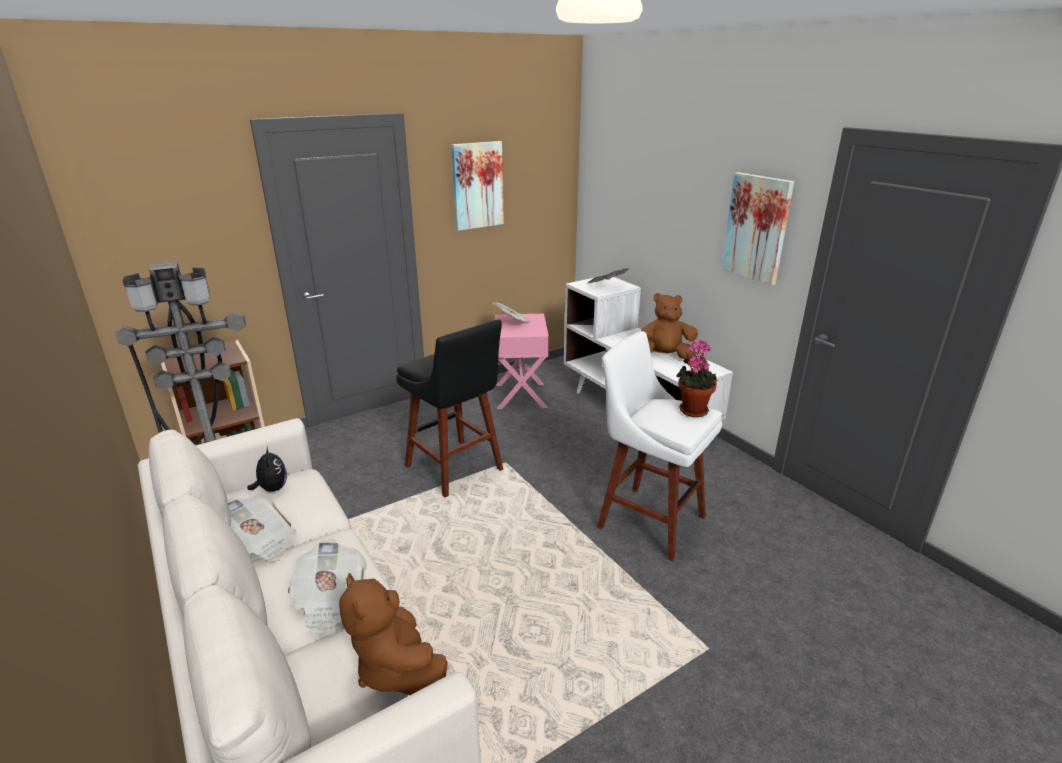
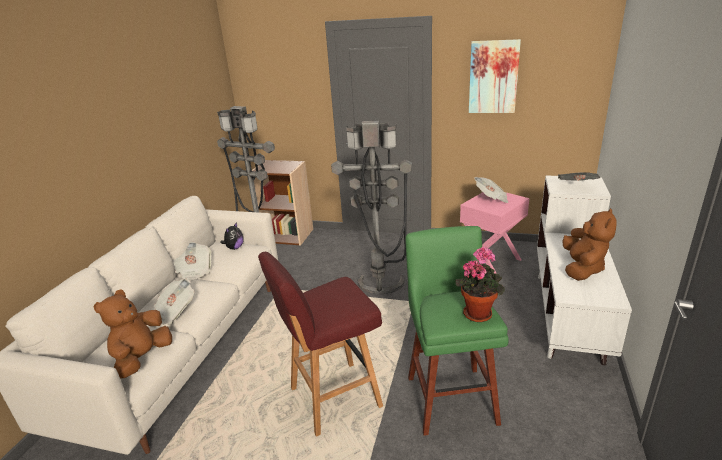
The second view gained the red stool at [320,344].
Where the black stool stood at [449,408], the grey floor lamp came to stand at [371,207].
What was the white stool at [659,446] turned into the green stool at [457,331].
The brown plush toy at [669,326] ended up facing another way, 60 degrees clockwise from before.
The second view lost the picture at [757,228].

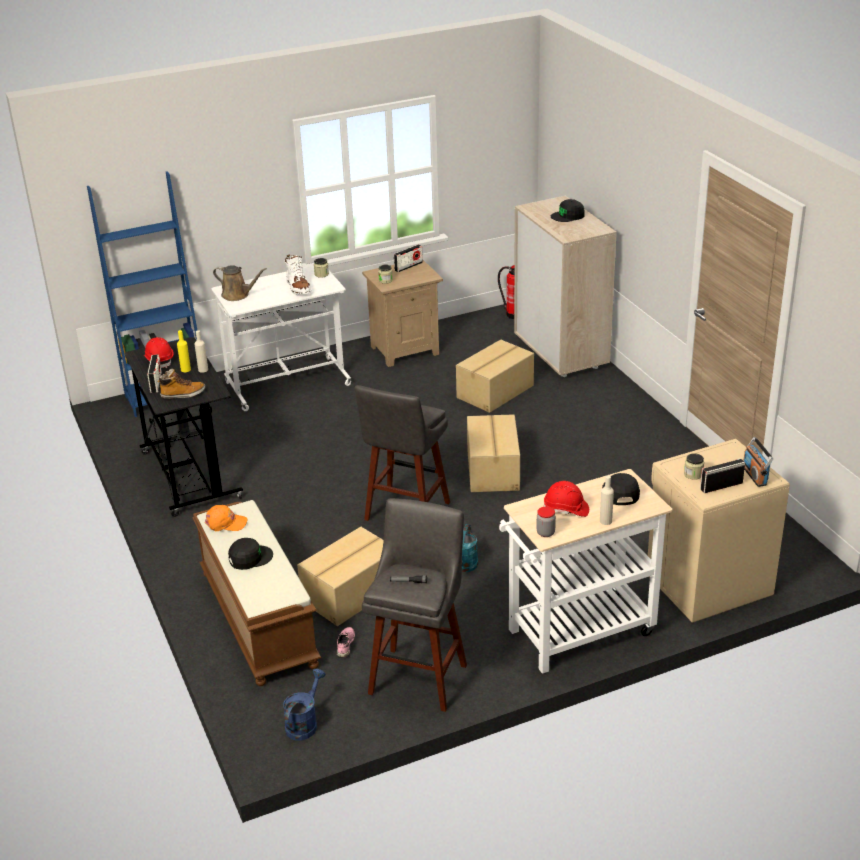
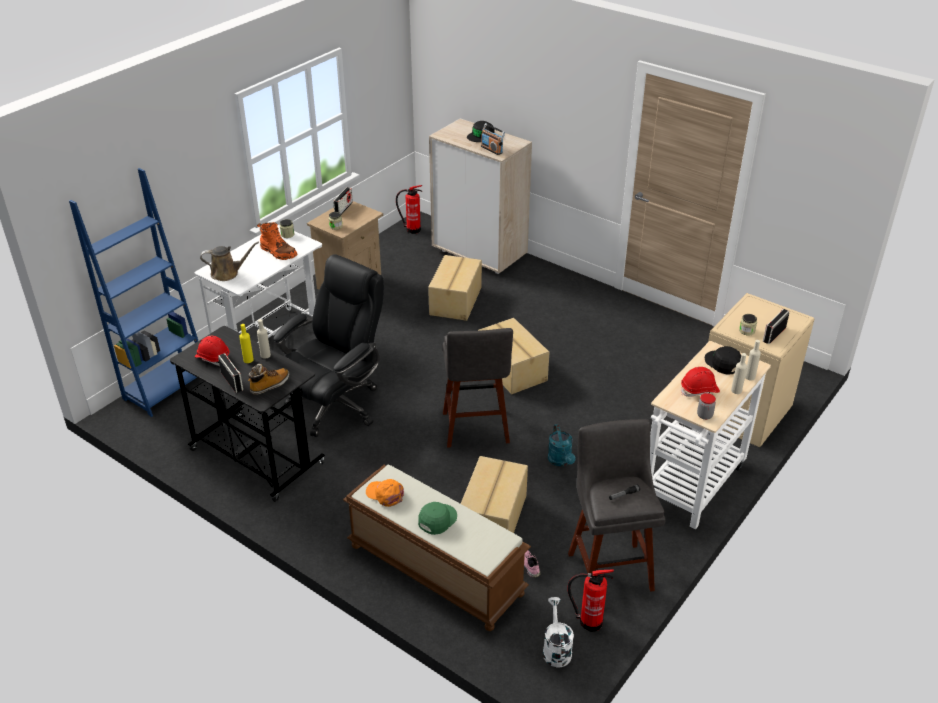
What was the white boot at [298,274] turned into the orange boot at [277,241].
The second view gained the black office chair at [328,345].
The orange cap at [226,518] ended up facing another way, 120 degrees counterclockwise from before.
What was the black cap at [250,554] turned into the green cap at [437,518].
The radio ended up elsewhere, having gone from [758,462] to [493,139].
What was the blue watering can at [304,704] turned into the white watering can at [558,632].
The second view gained the fire extinguisher at [590,601].
The second view gained the beige bottle at [753,360].

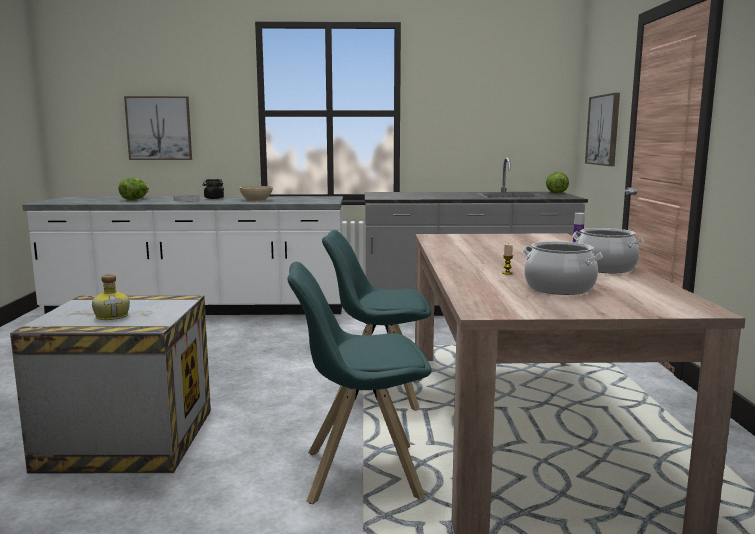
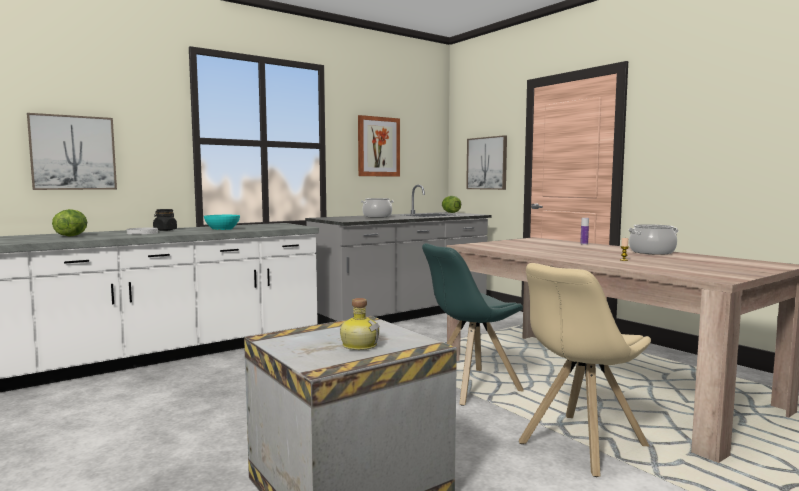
What was the beige bowl at [256,193] turned into the turquoise bowl at [222,222].
The second view gained the picture at [379,146].
The cooking pot ended up elsewhere, having gone from [562,268] to [377,208].
What was the turquoise chair at [359,383] turned into the beige chair at [585,370].

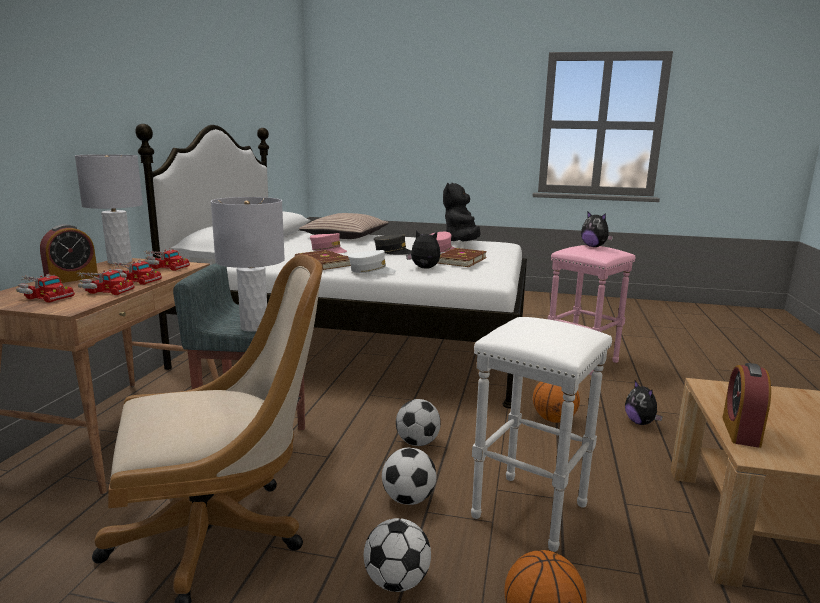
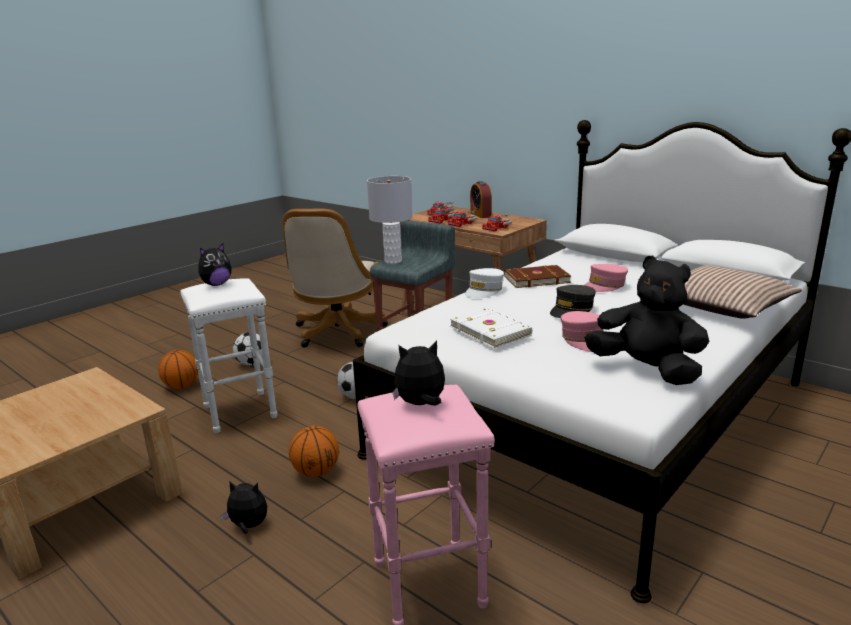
The plush toy ended up elsewhere, having gone from [423,249] to [215,265].
What was the brown book at [462,257] turned into the white book at [490,328].
The second view lost the grey table lamp at [109,209].
The second view lost the football at [409,476].
The second view lost the alarm clock at [746,405].

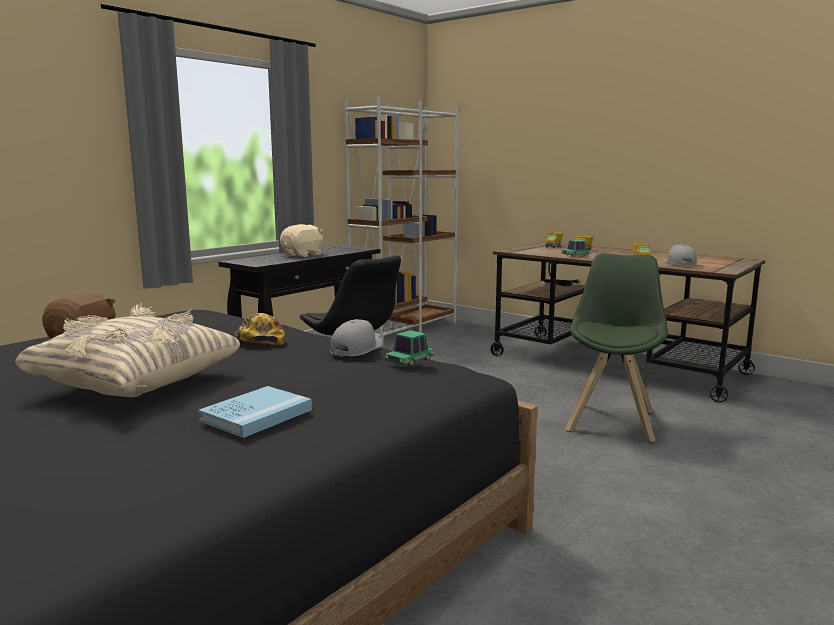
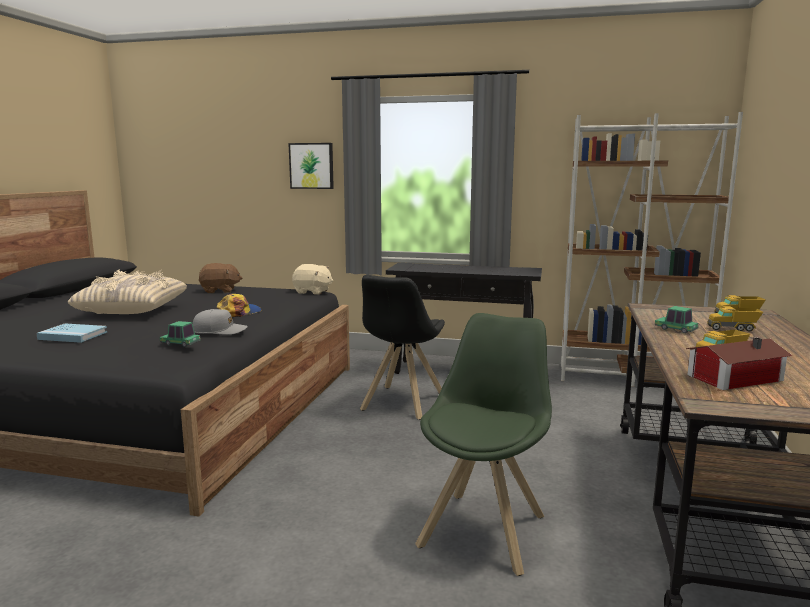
The second view gained the picture at [311,166].
The beige plush toy ended up elsewhere, having gone from [301,241] to [312,279].
The green chair at [616,348] ended up facing another way, 60 degrees counterclockwise from before.
Where the grey cap stood at [681,255], the toy house came to stand at [739,364].

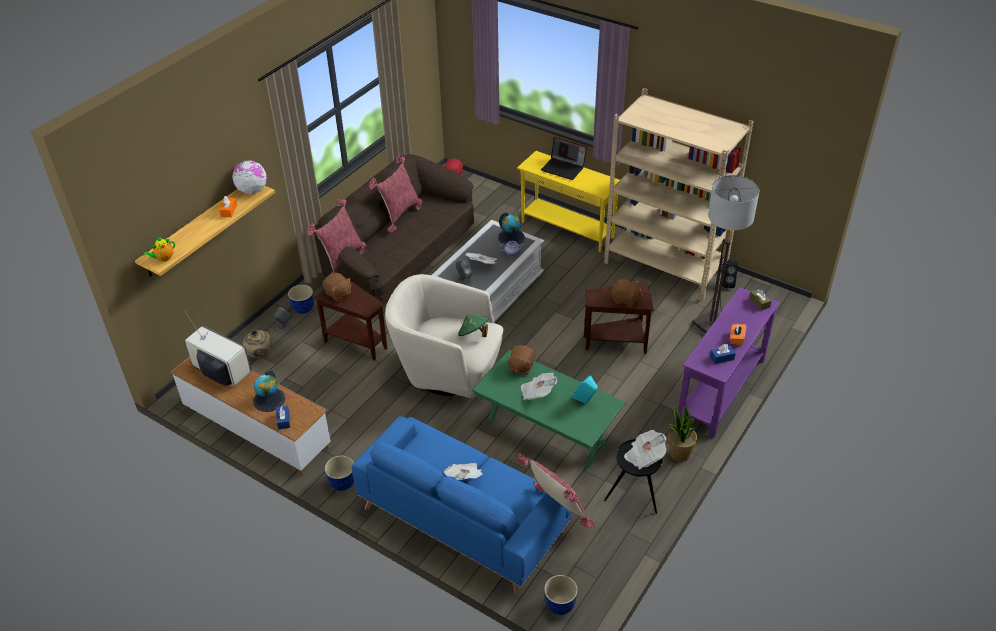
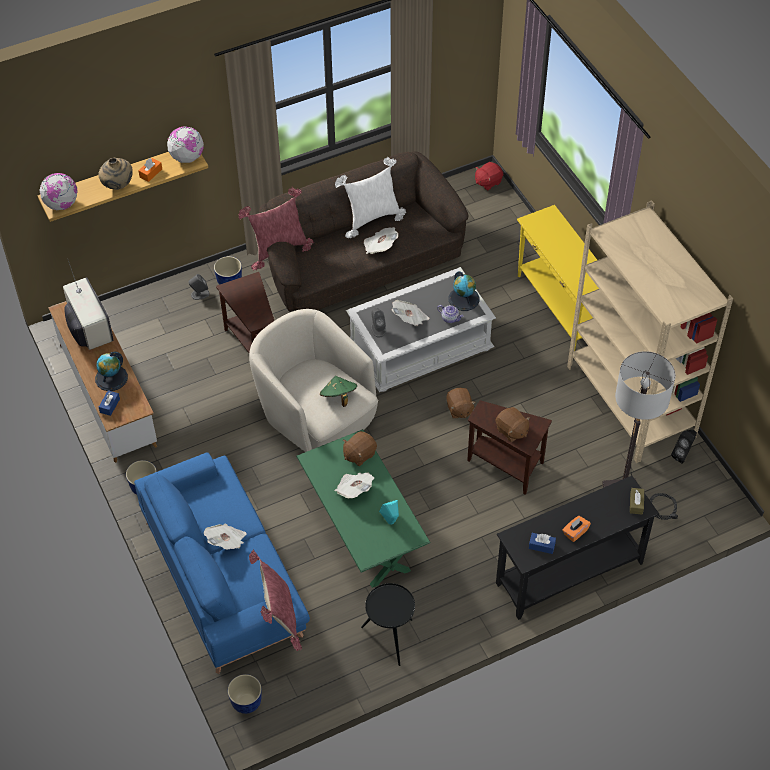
Where the teapot stood at [159,249], the globe came to stand at [58,191].
The beige vase ended up elsewhere, having gone from [257,344] to [115,174].
What was the red pillow at [395,194] turned into the white pillow at [371,198].
The newspaper ended up elsewhere, having gone from [645,449] to [381,240].
The brown plush toy ended up elsewhere, having gone from [337,287] to [461,403].
What was the purple console table at [729,362] turned into the black console table at [577,548].
The second view lost the laptop at [564,158].
The second view lost the potted plant at [682,434].

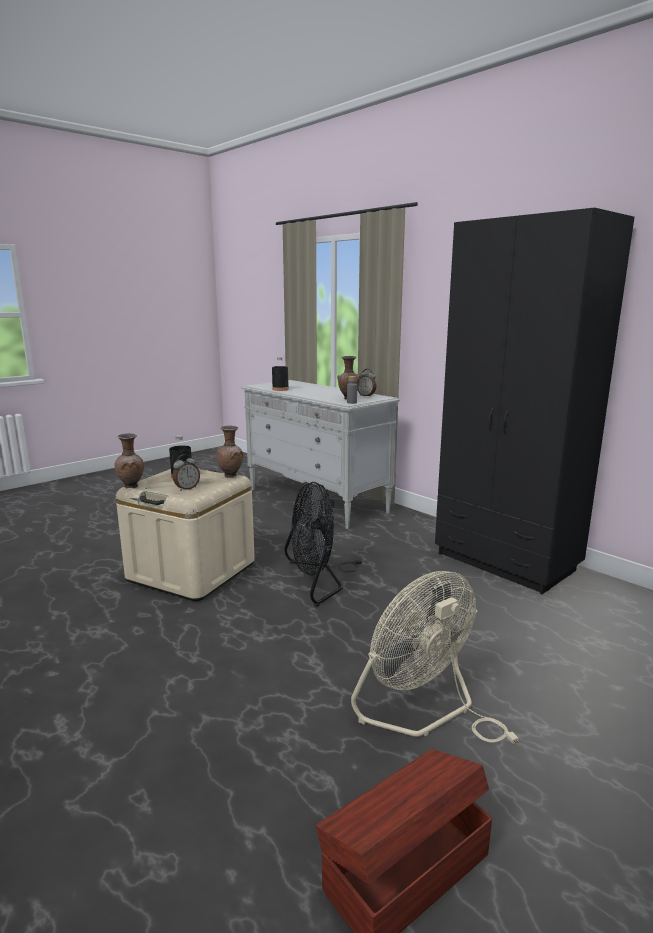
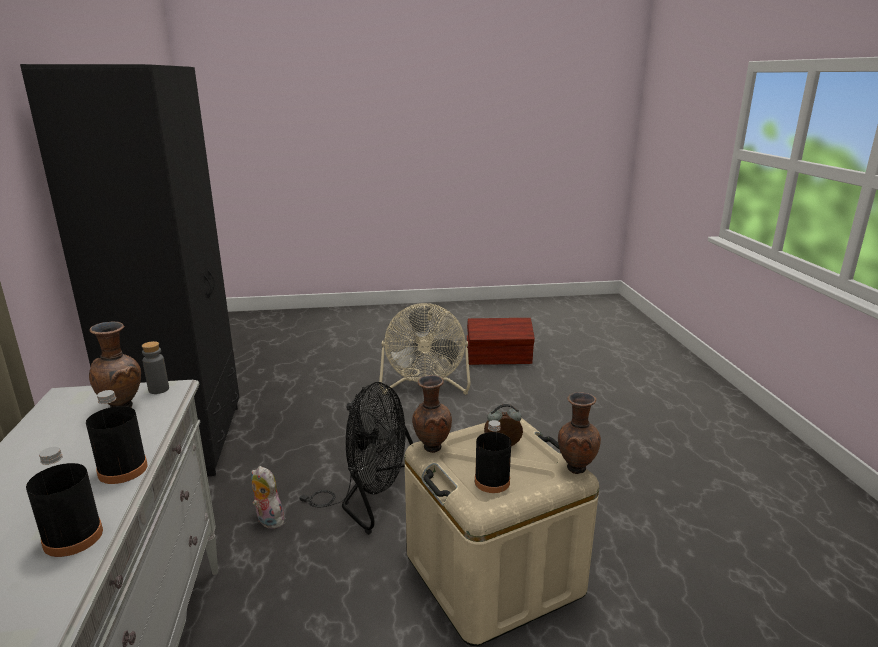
The second view gained the black bottle at [117,437].
The second view gained the plush toy at [267,497].
The second view lost the alarm clock at [367,383].

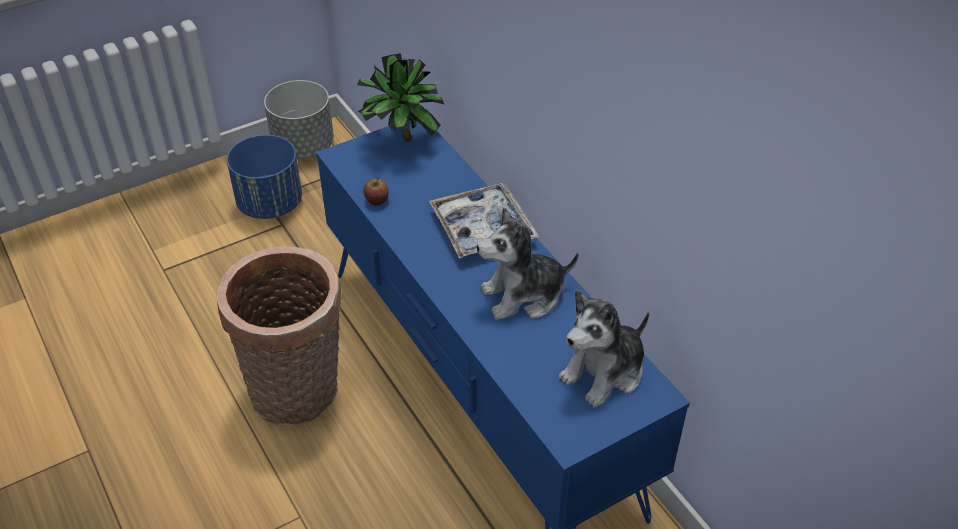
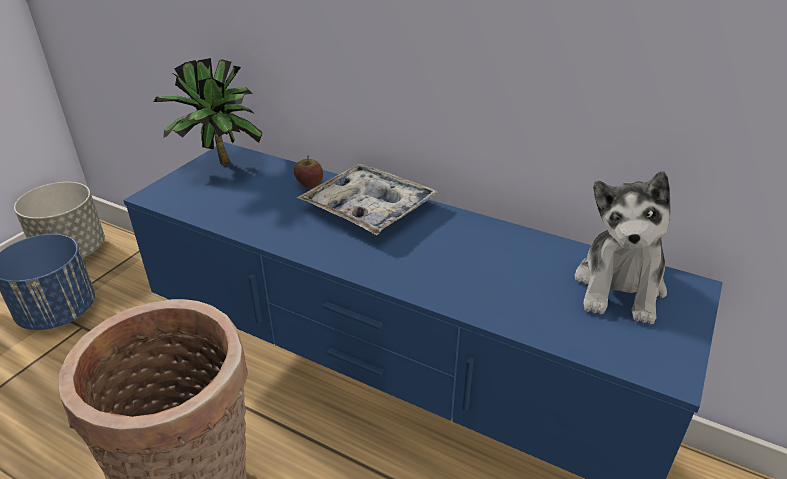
The apple ended up elsewhere, having gone from [375,191] to [308,172].
The second view lost the plush toy at [528,263].

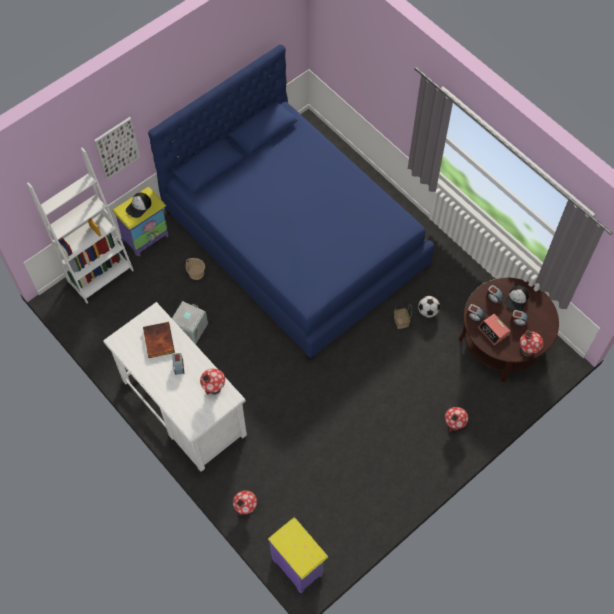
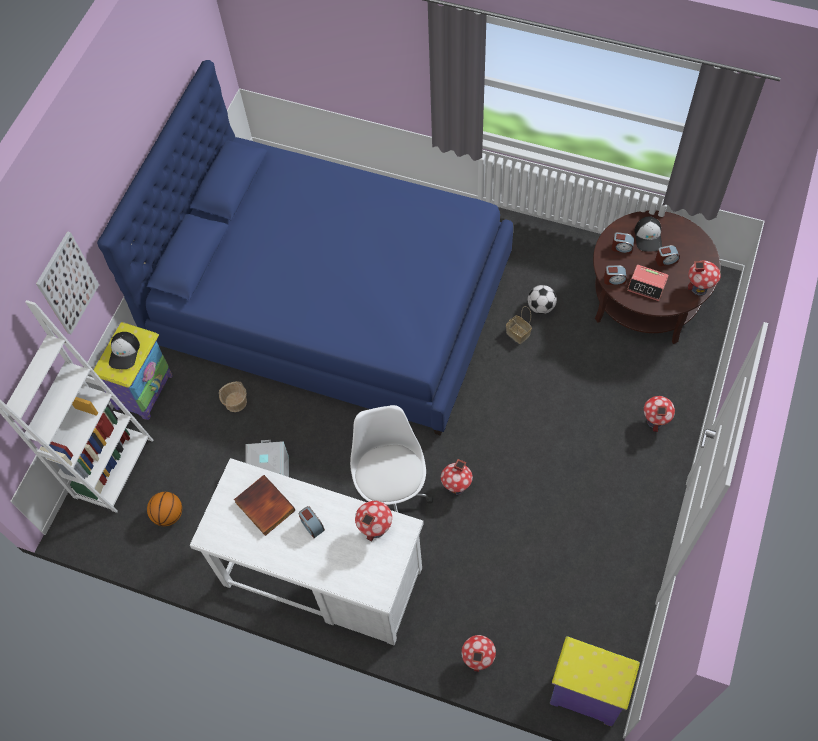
The second view gained the basketball at [164,509].
The second view gained the white office chair at [391,458].
The second view gained the toy house at [457,477].

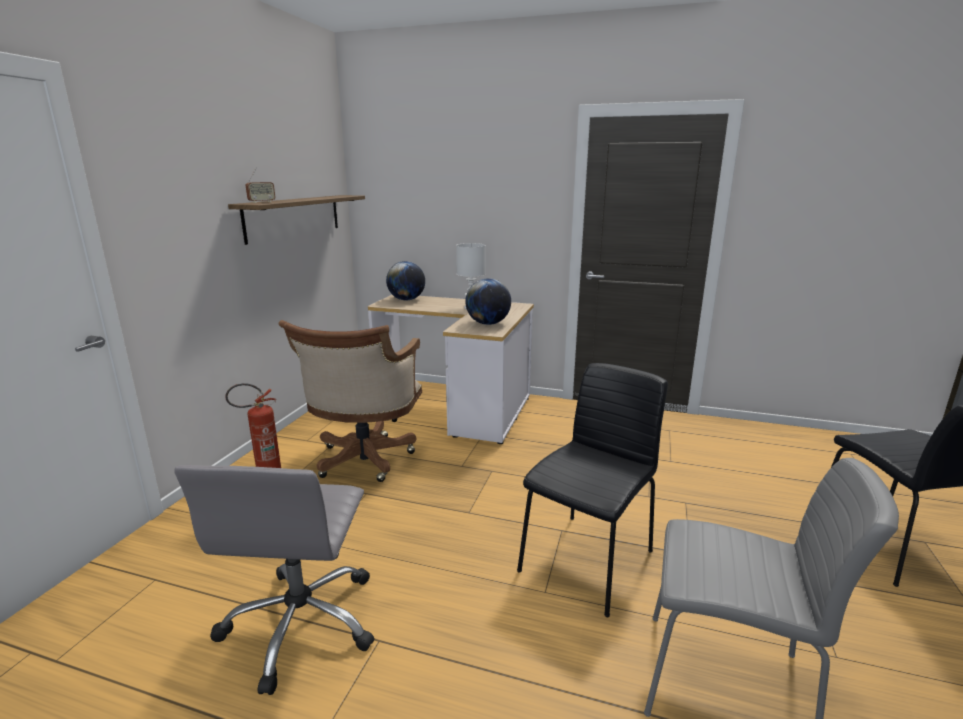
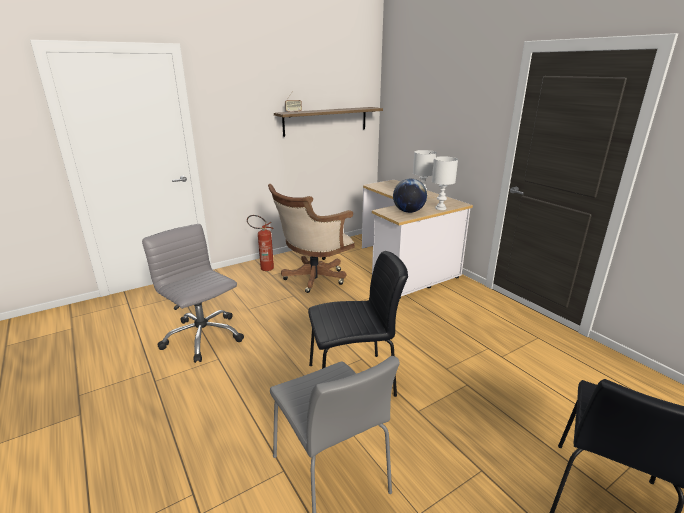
The grey office chair at [274,580] ended up facing another way, 90 degrees clockwise from before.
The second view gained the white table lamp at [445,183].
The second view lost the globe at [405,280].

